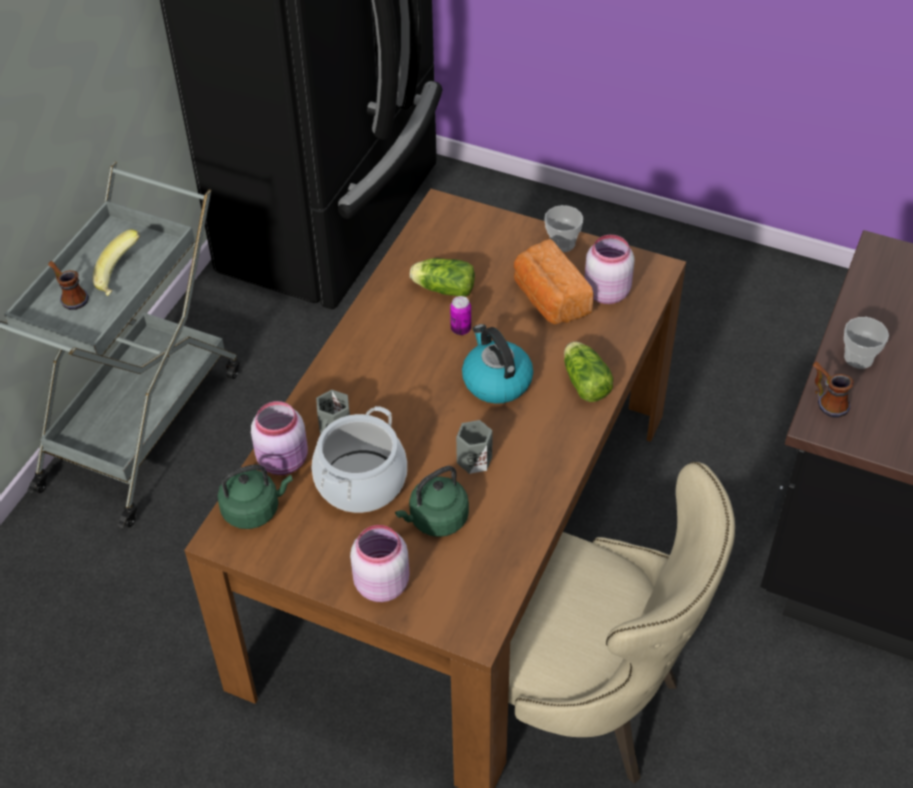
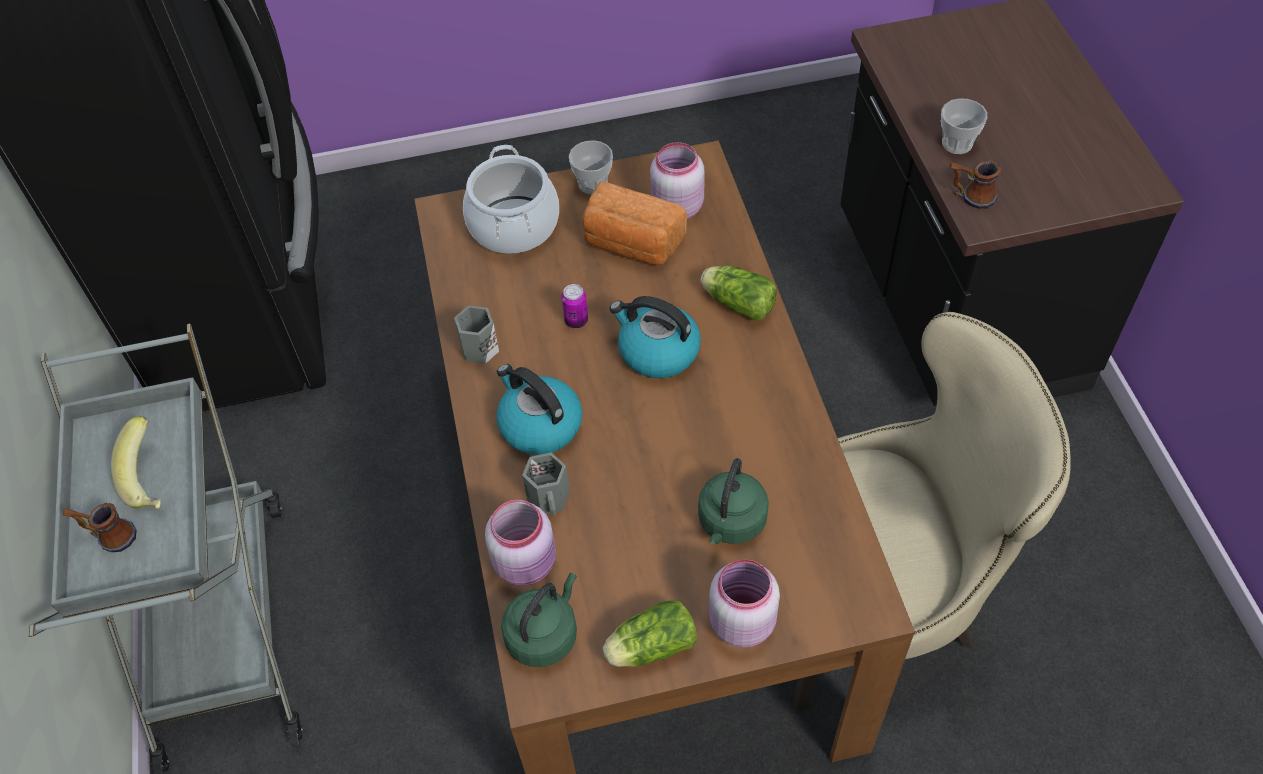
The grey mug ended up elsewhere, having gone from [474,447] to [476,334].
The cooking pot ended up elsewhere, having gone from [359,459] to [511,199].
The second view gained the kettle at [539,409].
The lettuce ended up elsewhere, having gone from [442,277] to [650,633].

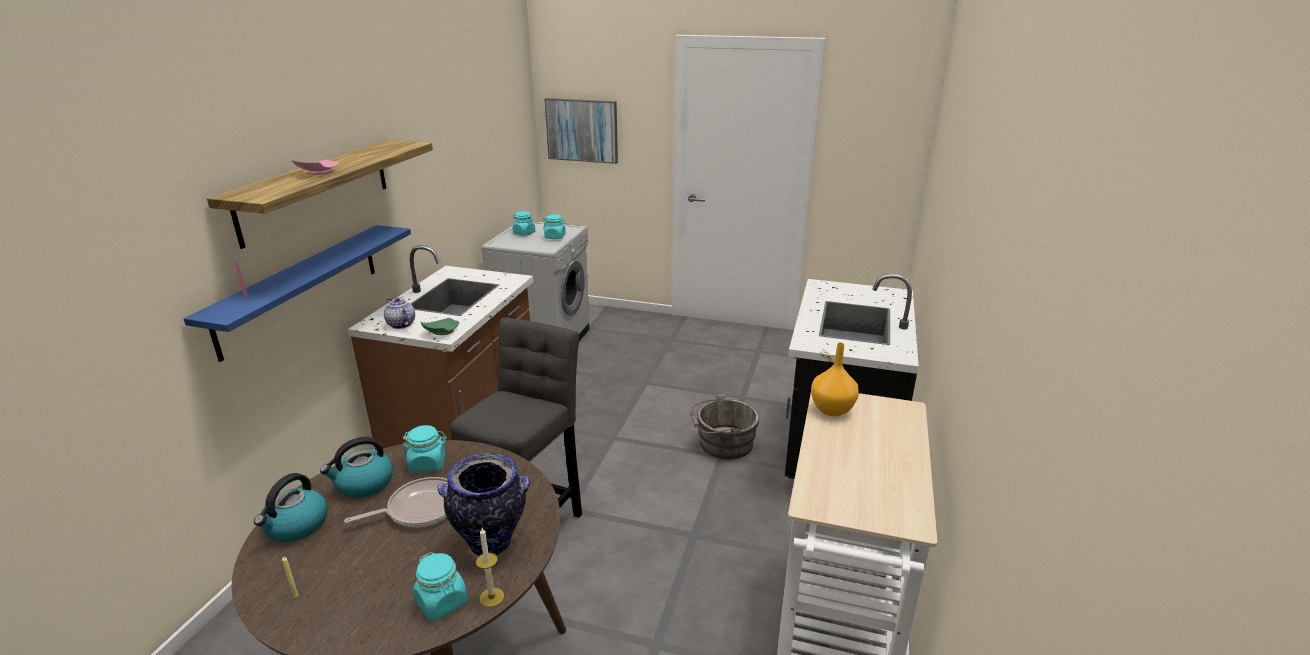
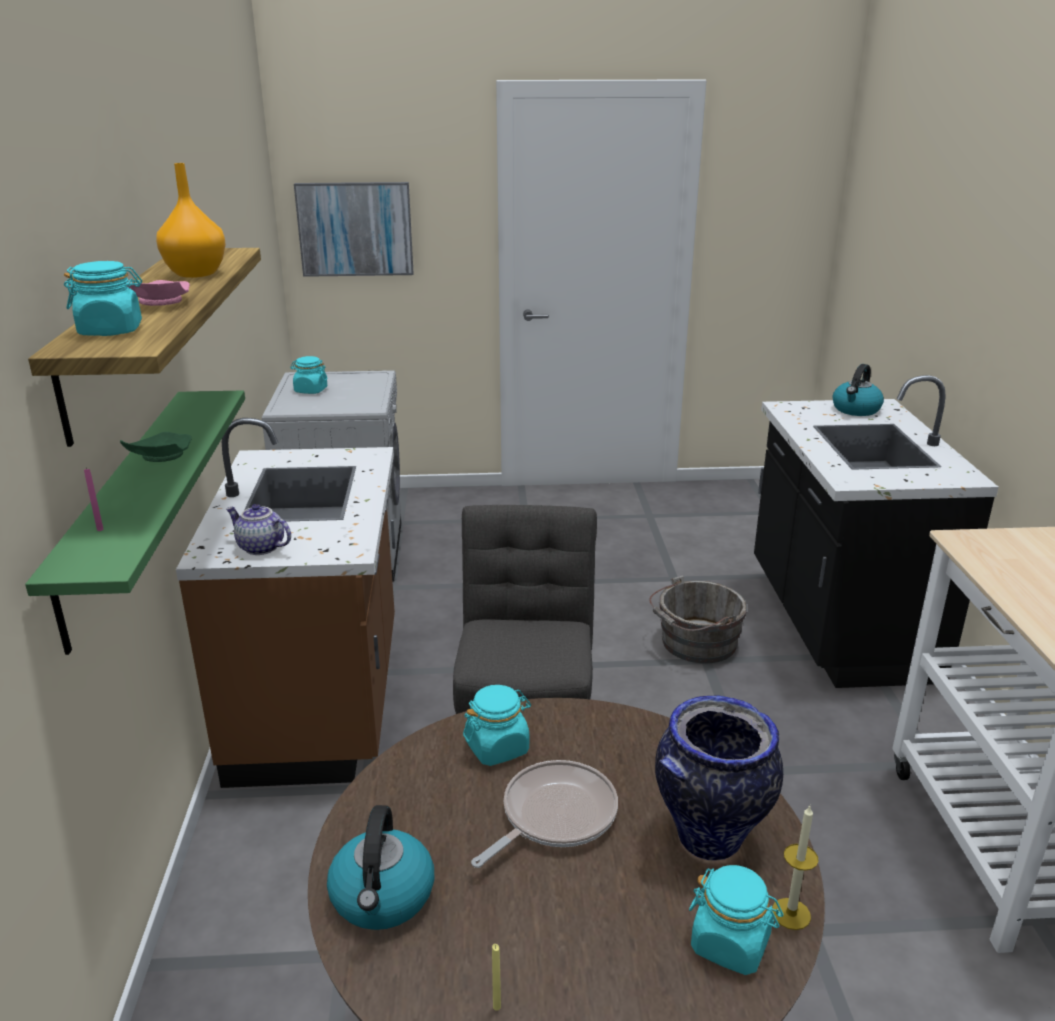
What was the blue shelf at [297,293] turned into the green shelf at [135,522].
The turquoise jar ended up elsewhere, having gone from [555,227] to [103,298].
The green plate ended up elsewhere, having gone from [440,326] to [156,447].
The orange vase ended up elsewhere, having gone from [835,379] to [191,220].
The kettle ended up elsewhere, having gone from [356,467] to [858,390].

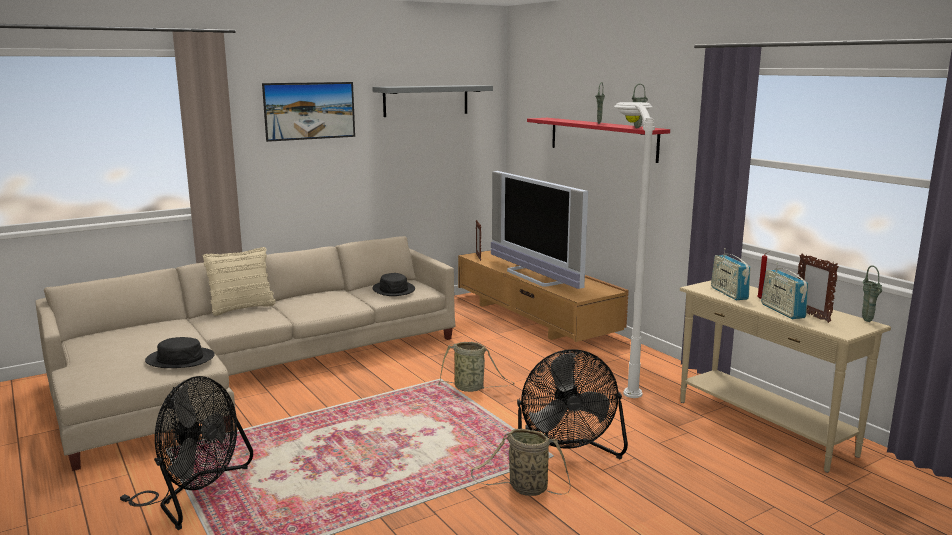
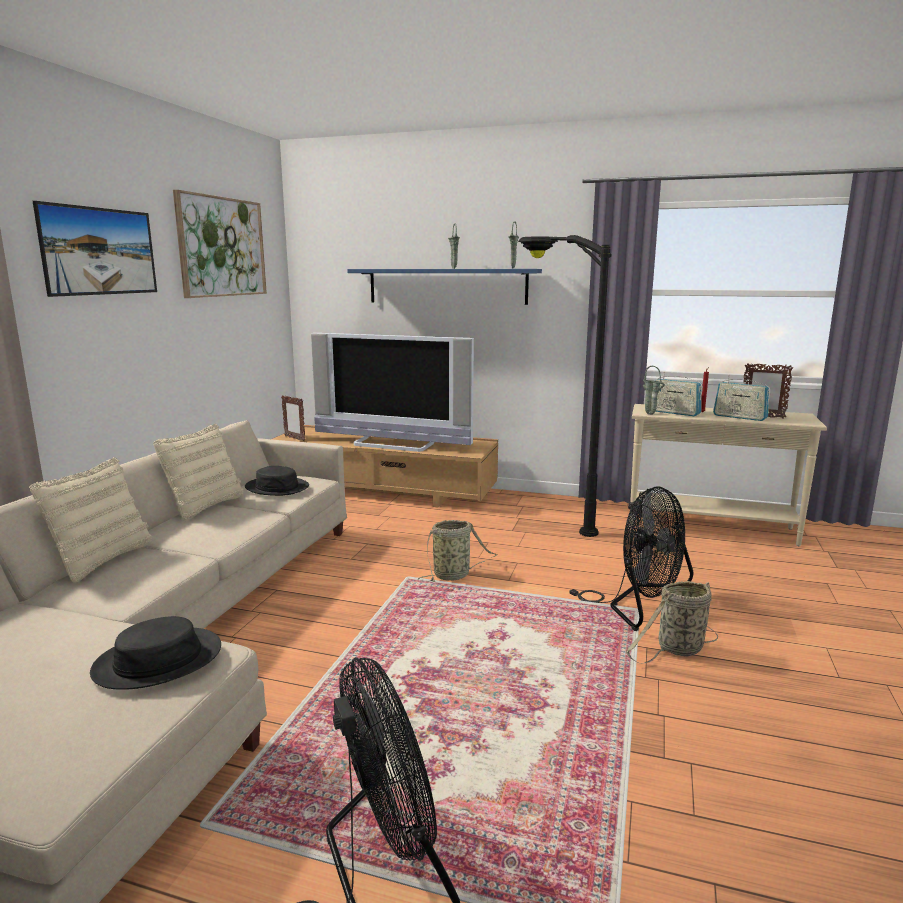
The second view gained the beige pillow at [198,472].
Where the grey shelf hung at [432,101], the picture came to hang at [220,244].
What was the red shelf at [598,140] turned into the blue shelf at [444,287].
What was the white floor lamp at [634,250] turned into the black floor lamp at [564,386].
The green vase ended up elsewhere, having gone from [872,293] to [653,390].

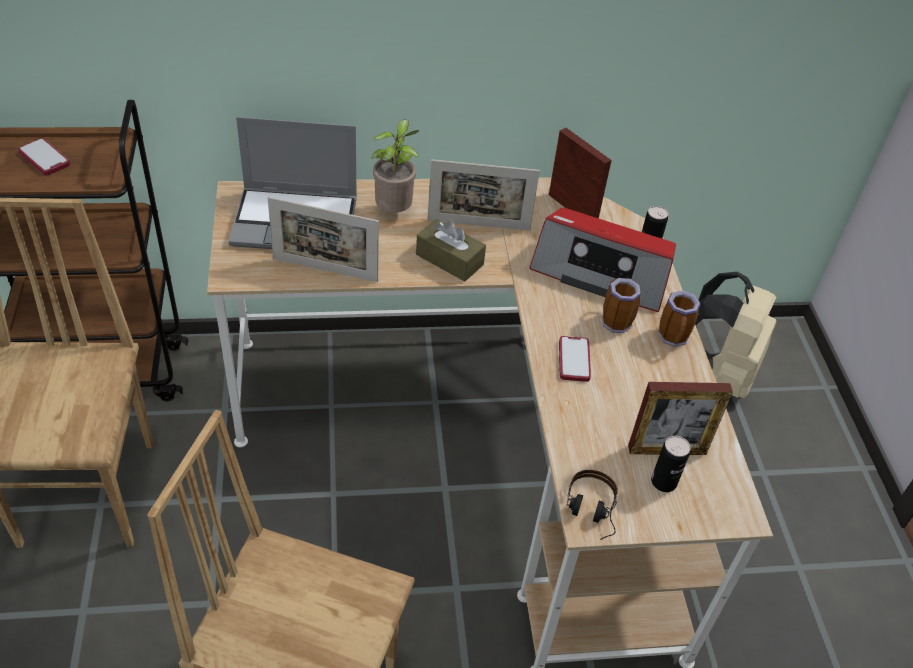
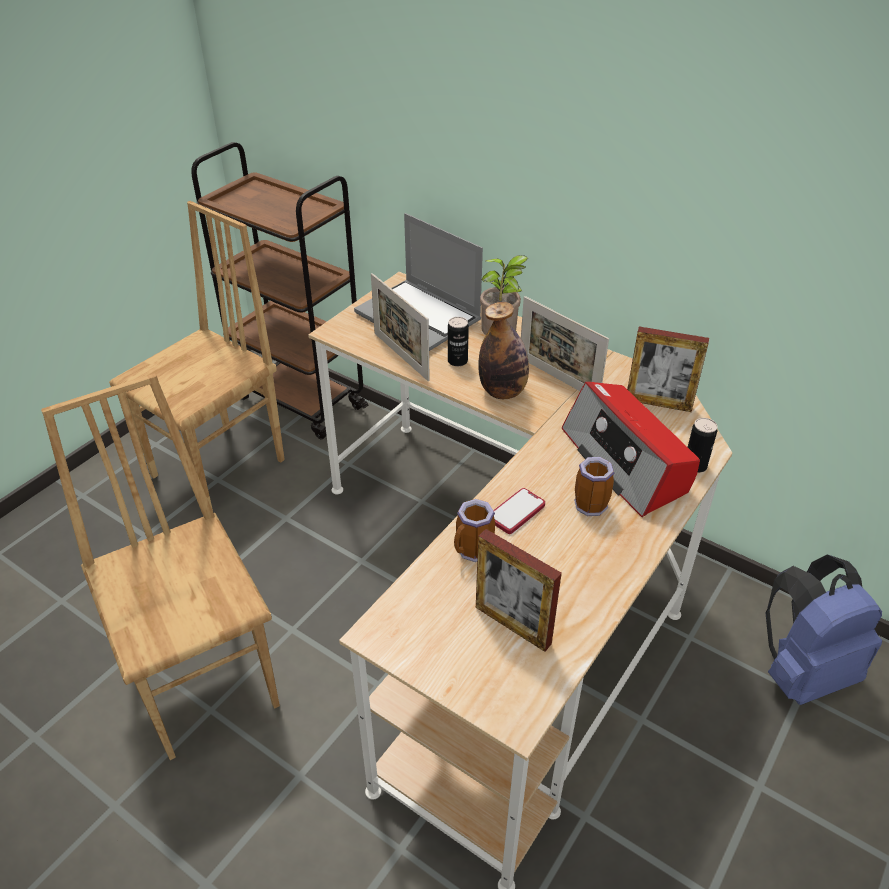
The can ended up elsewhere, having gone from [671,464] to [458,341].
The mug ended up elsewhere, having gone from [679,319] to [474,530].
Where the brown tissue box stood at [451,250], the bottle came to stand at [504,350].
The picture frame at [580,173] ended up facing another way, 105 degrees clockwise from before.
What was the beige backpack at [735,335] turned into the blue backpack at [824,630].
The second view lost the phone at [44,157].
The second view lost the headphones at [592,505].

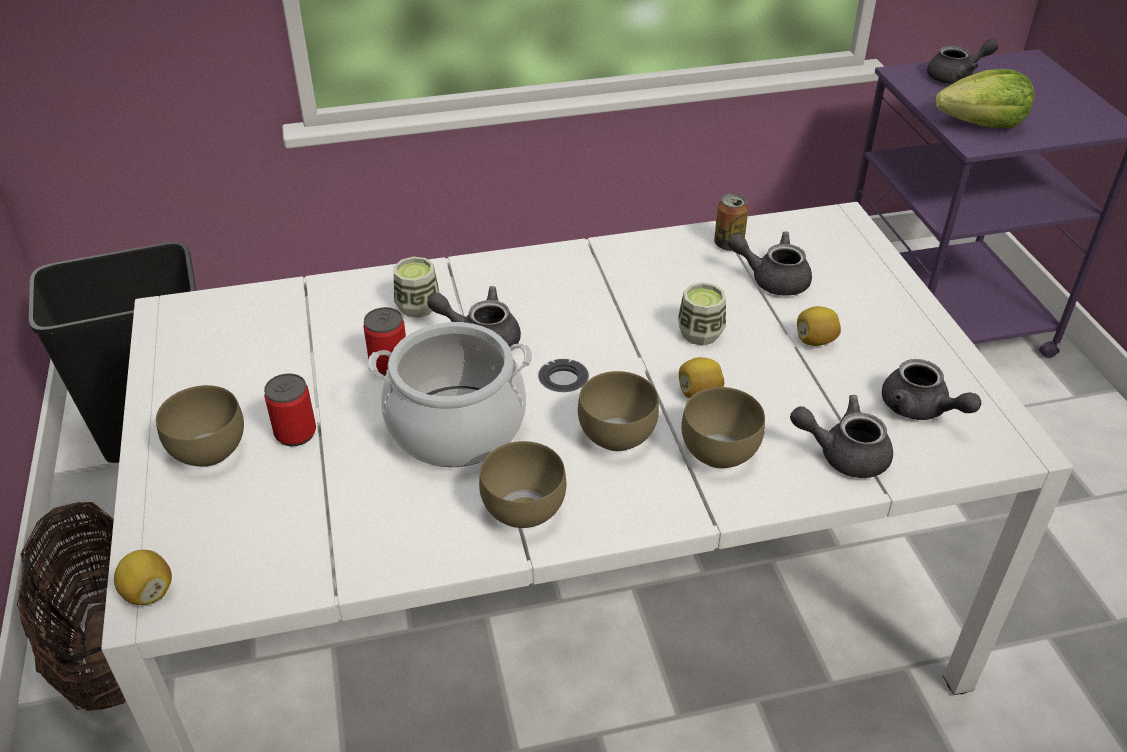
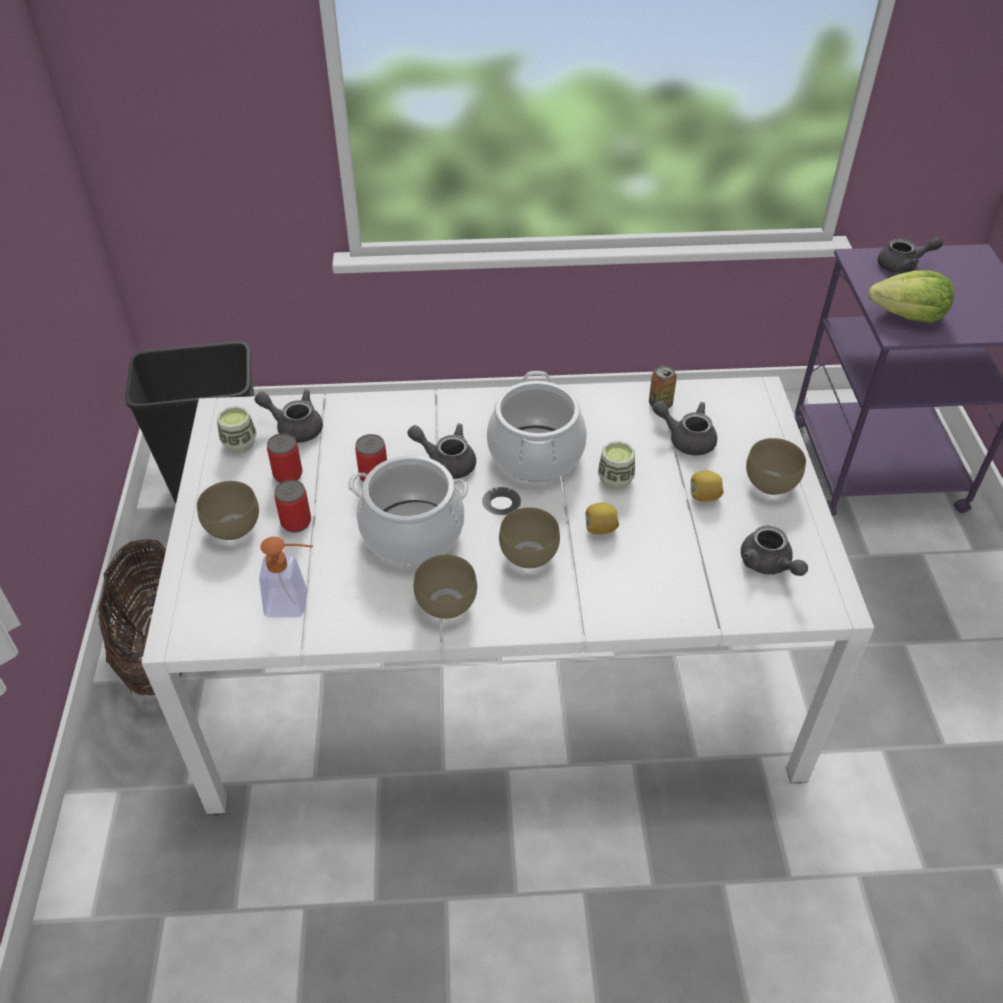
The cup ended up elsewhere, having gone from [416,287] to [237,430].
The grey teapot ended up elsewhere, having gone from [841,436] to [288,416].
The second view gained the soap dispenser at [286,577].
The second view gained the can at [284,458].
The second view gained the cooking pot at [537,426].
The brown bowl ended up elsewhere, having gone from [723,428] to [776,466].
The second view lost the lemon at [143,577].

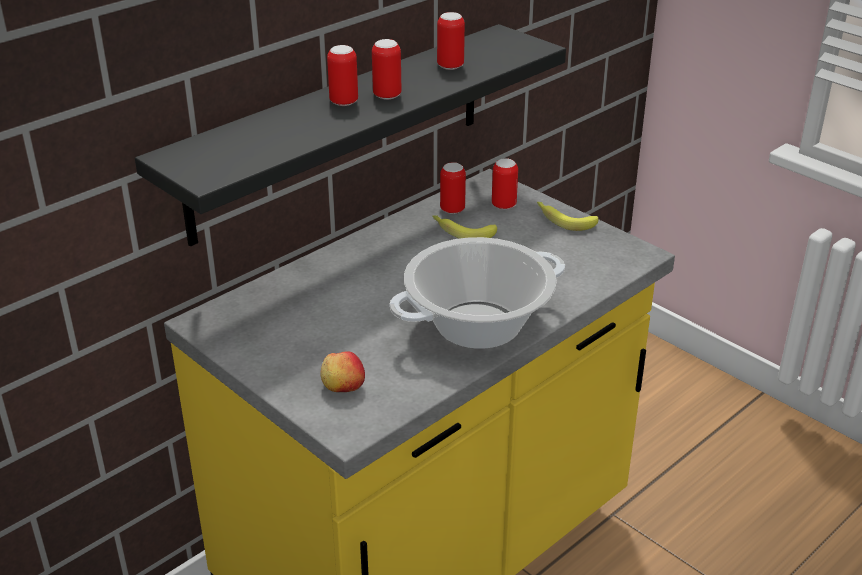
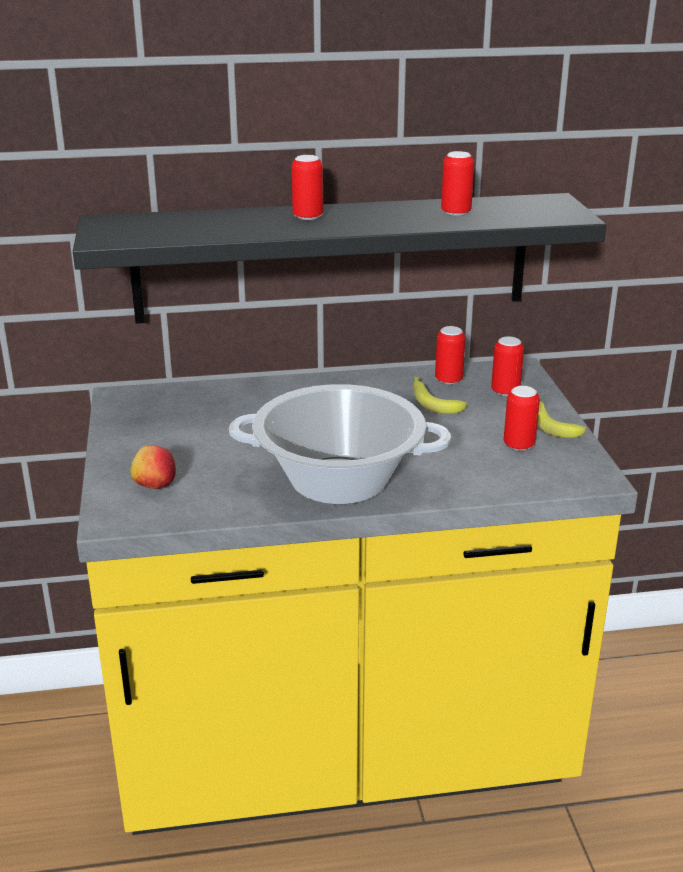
The can ended up elsewhere, having gone from [386,69] to [522,418].

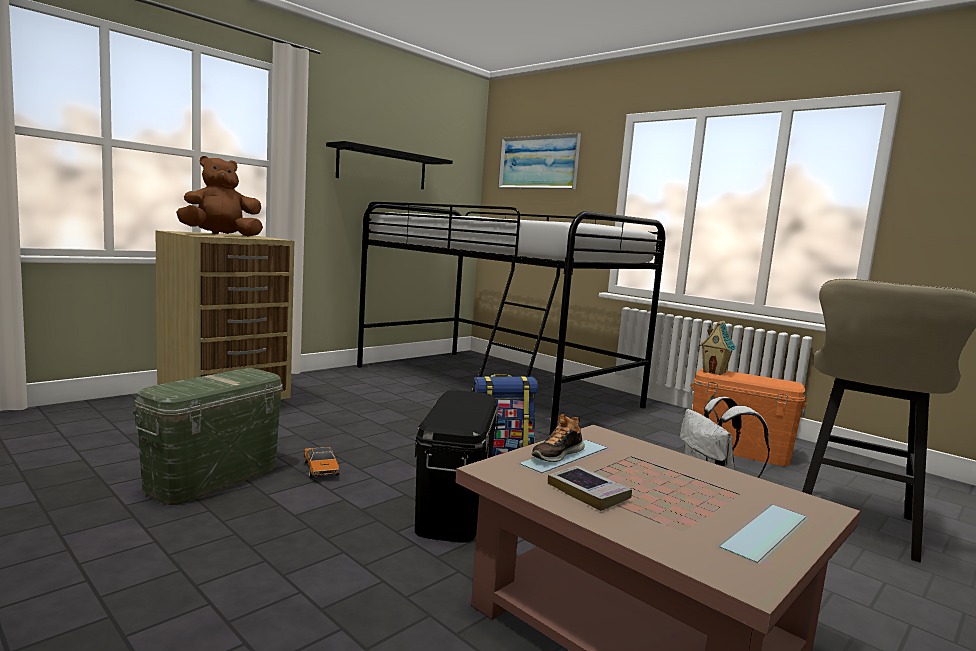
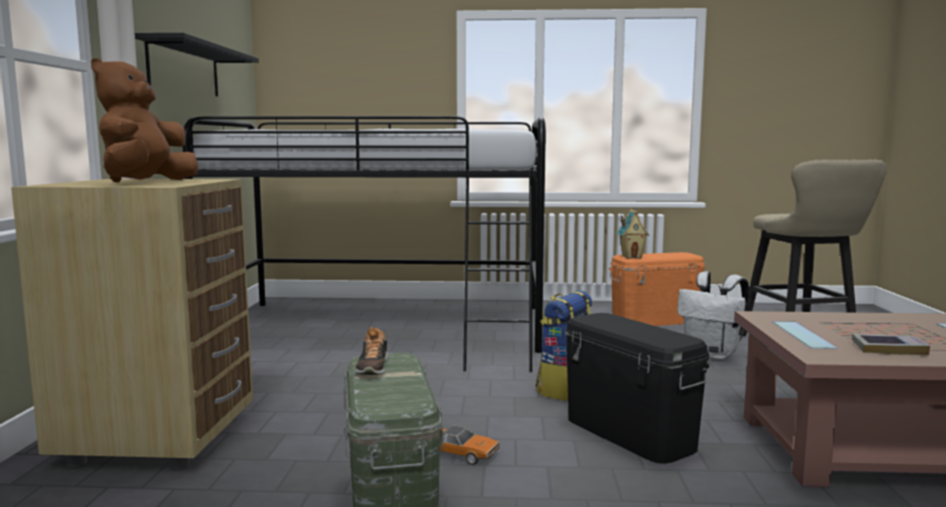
The shoe ended up elsewhere, having gone from [558,438] to [372,351].
The second view lost the picture at [539,161].

